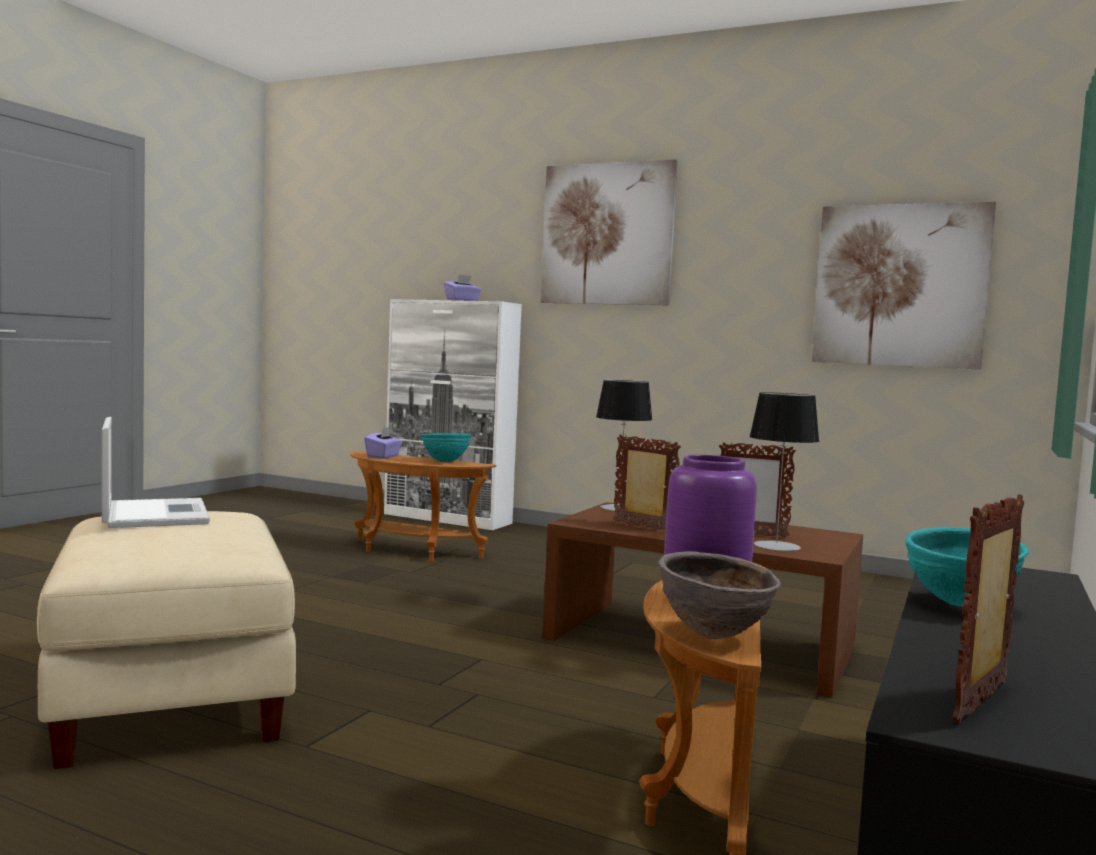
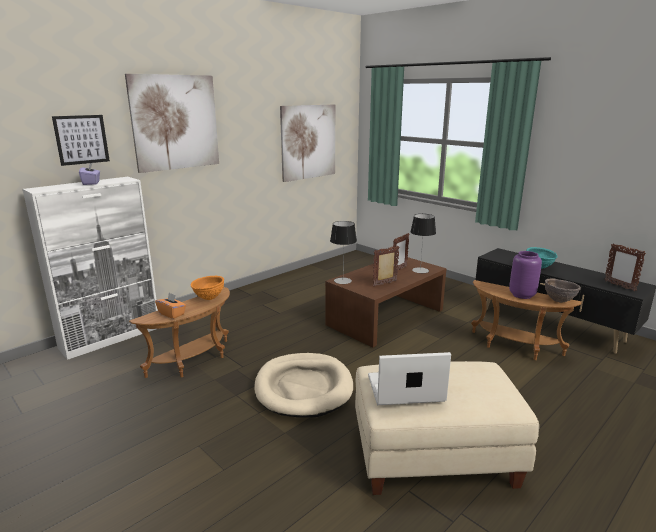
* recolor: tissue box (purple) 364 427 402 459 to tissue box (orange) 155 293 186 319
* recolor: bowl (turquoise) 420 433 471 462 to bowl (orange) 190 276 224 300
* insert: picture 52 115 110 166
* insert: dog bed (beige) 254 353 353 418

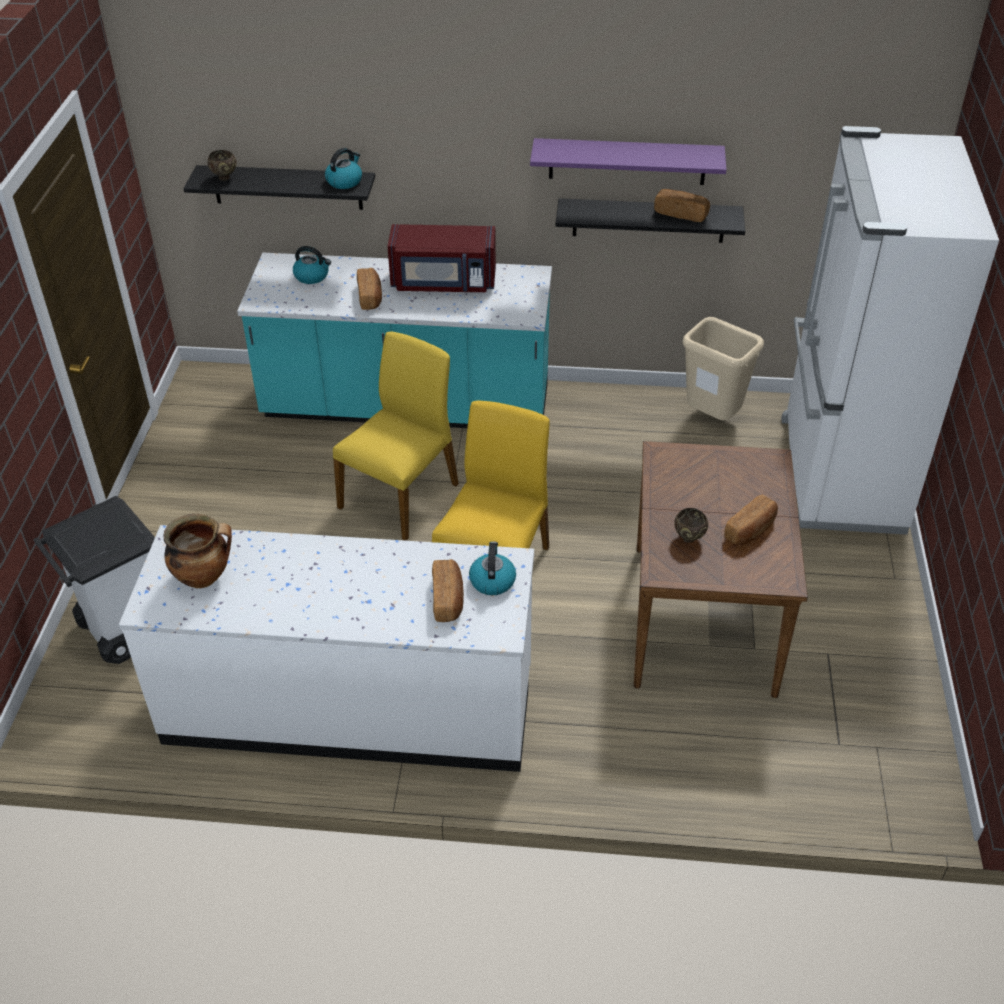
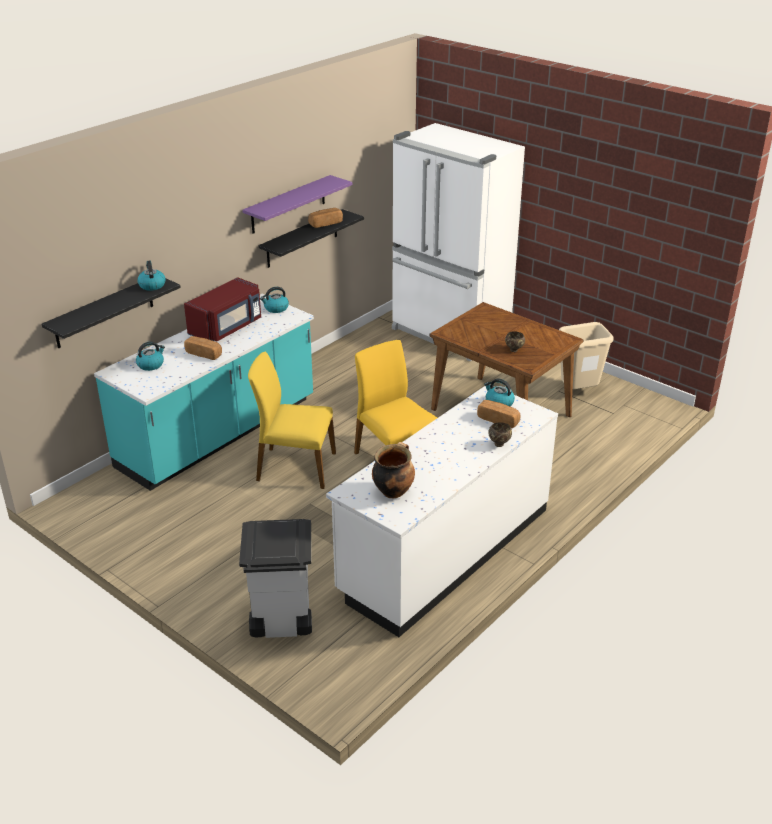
* move: bowl (brown) 207 150 237 181 to 488 422 512 447
* move: trash can (beige) 683 317 764 420 to 559 322 614 389
* rotate: chair (yellow) 333 331 459 541 = 248 352 336 489 60 degrees counterclockwise
* delete: bread 724 495 778 545
* insert: kettle 260 287 289 313

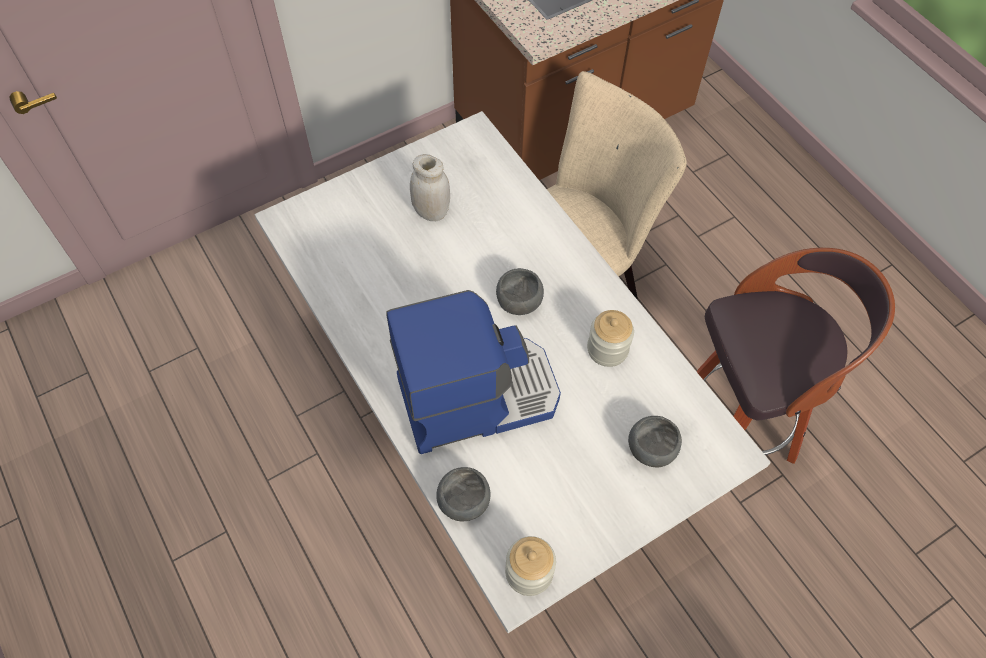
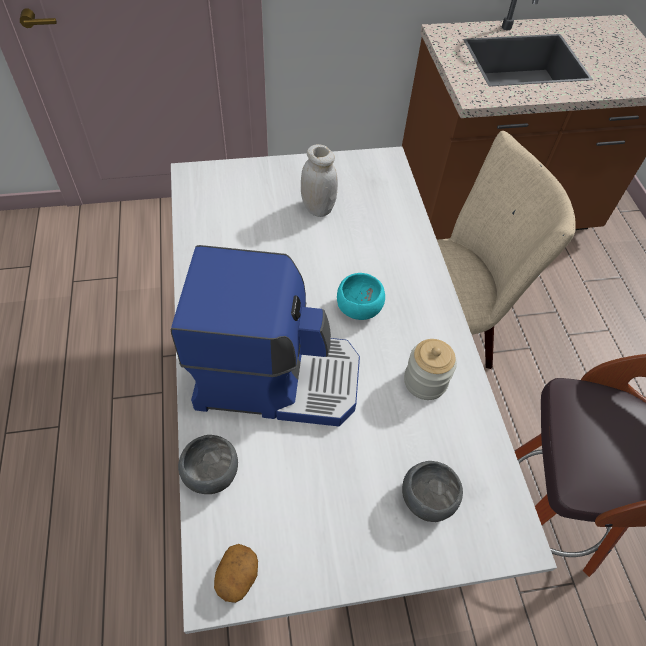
* recolor: bowl (grey) 496 268 544 315 to bowl (turquoise) 337 273 385 320
* replace: jar 505 536 556 596 to potato 214 544 258 603

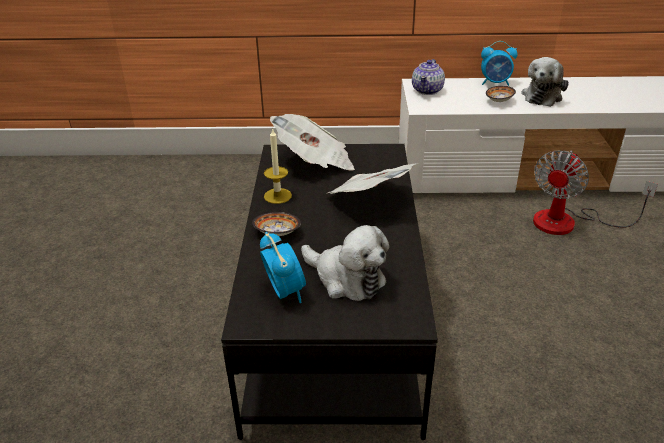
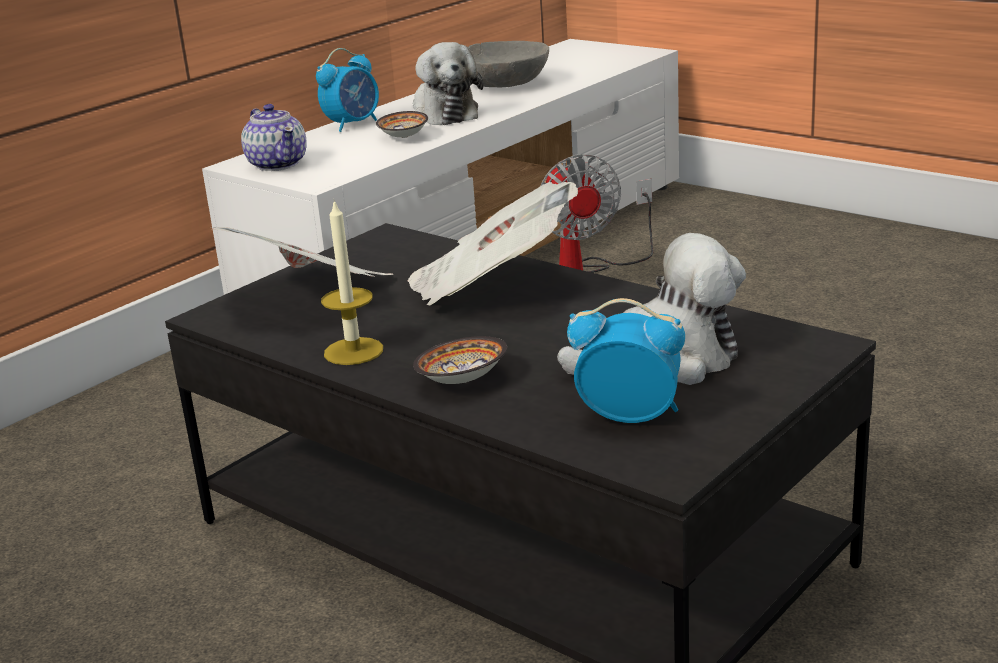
* insert: bowl (grey) 467 41 549 87

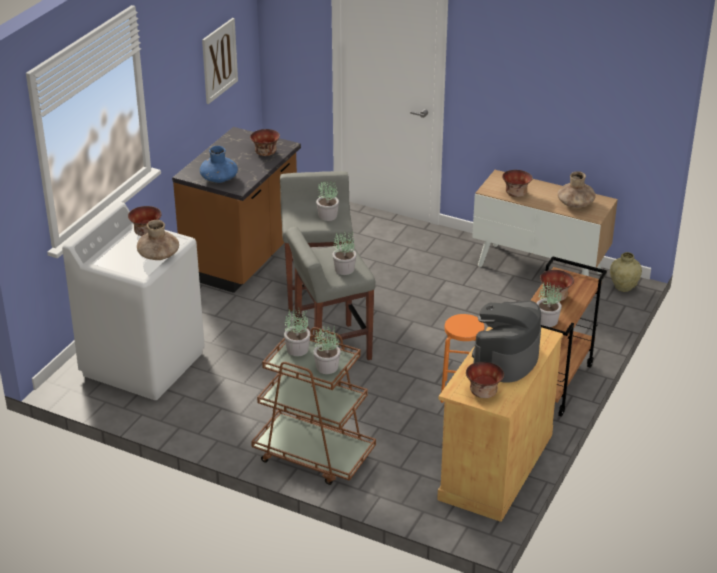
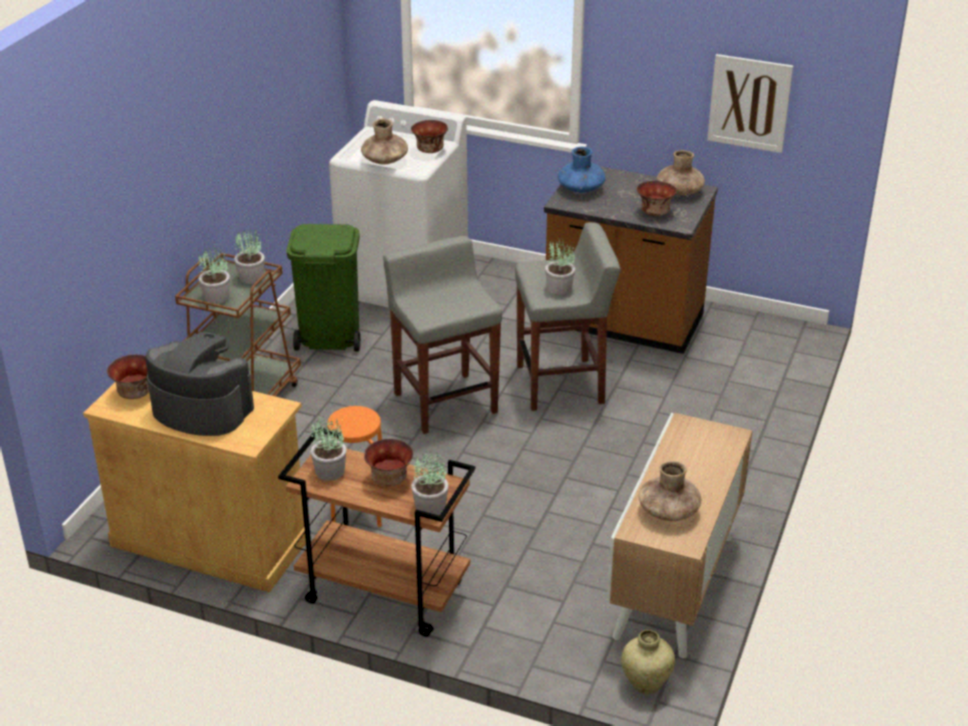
* delete: bowl 502 170 533 197
* move: potted plant 332 230 357 275 to 411 451 449 515
* insert: vase (brown) 657 150 705 195
* insert: trash can (green) 287 224 360 352

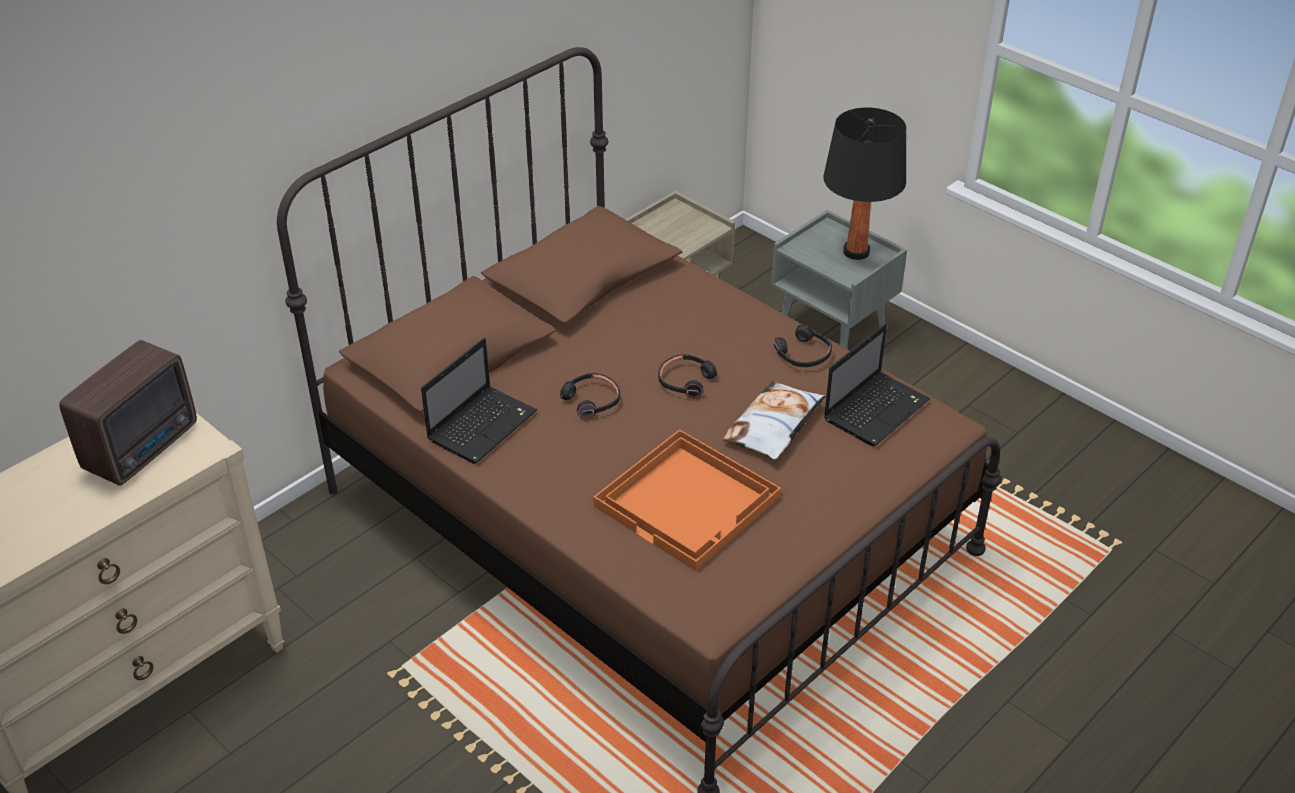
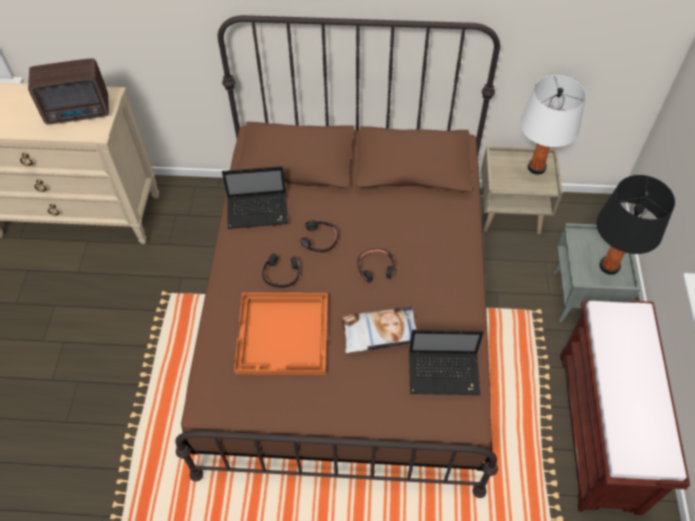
* move: headphones (black) 774 324 832 367 to 262 253 300 288
* insert: table lamp (white) 520 75 586 175
* insert: bench (brown) 560 301 690 515

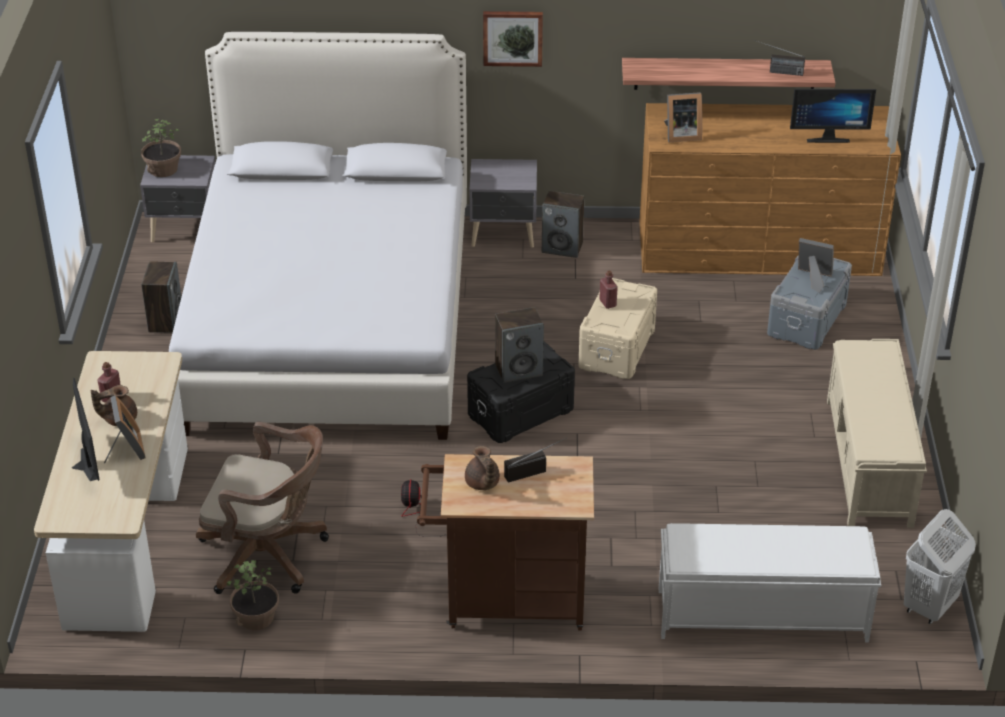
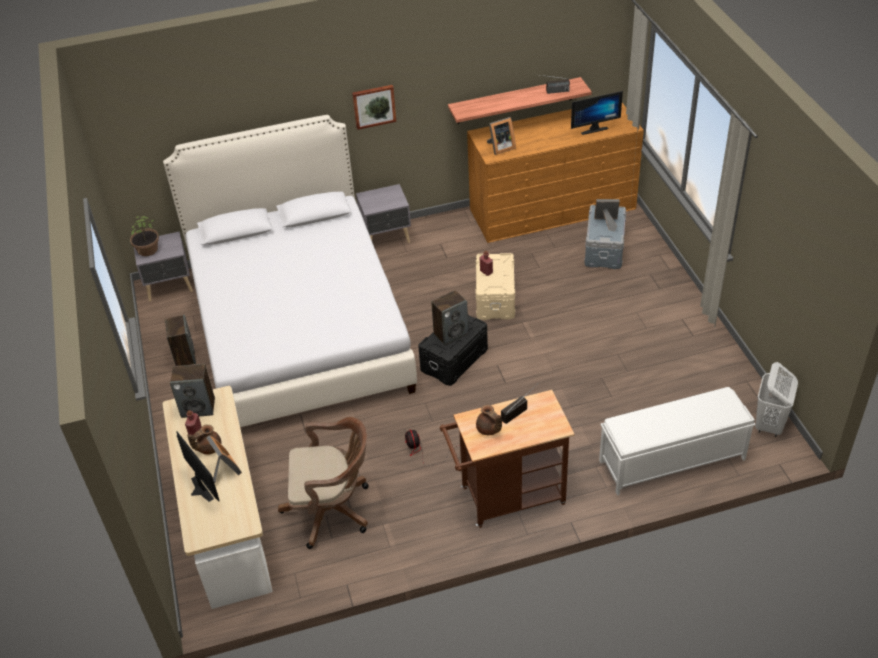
* move: speaker 542 191 584 258 to 170 364 215 418
* delete: bench (beige) 827 339 927 528
* delete: potted plant 227 560 279 630

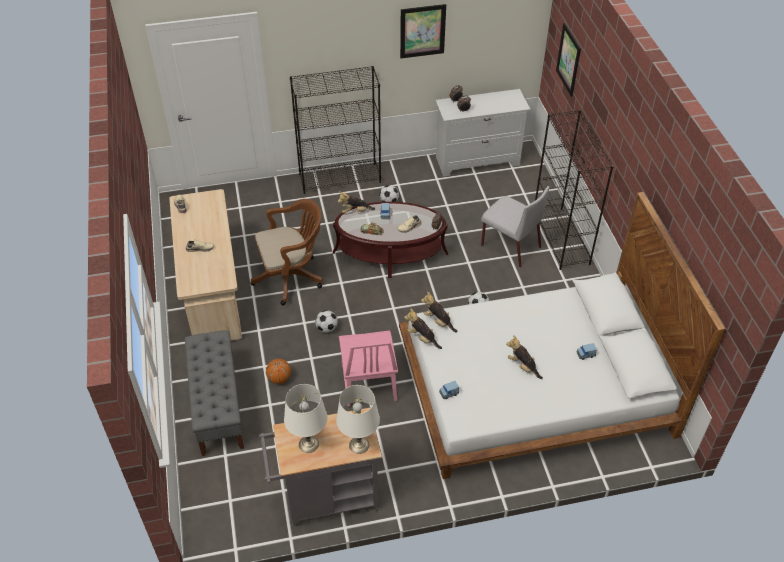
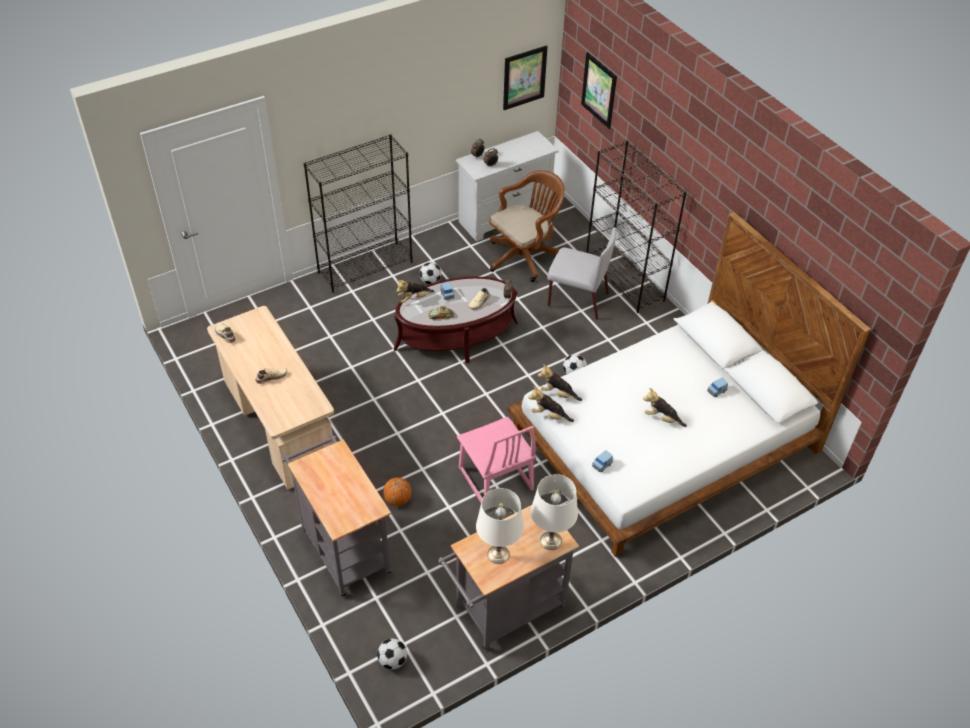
* move: picture 400 4 446 58 to 503 45 548 110
* move: office chair (brown) 250 199 323 305 to 489 170 565 282
* move: football 315 310 338 333 to 377 639 407 670
* replace: bench (grey) 185 330 244 456 to cart (grey) 282 435 393 597

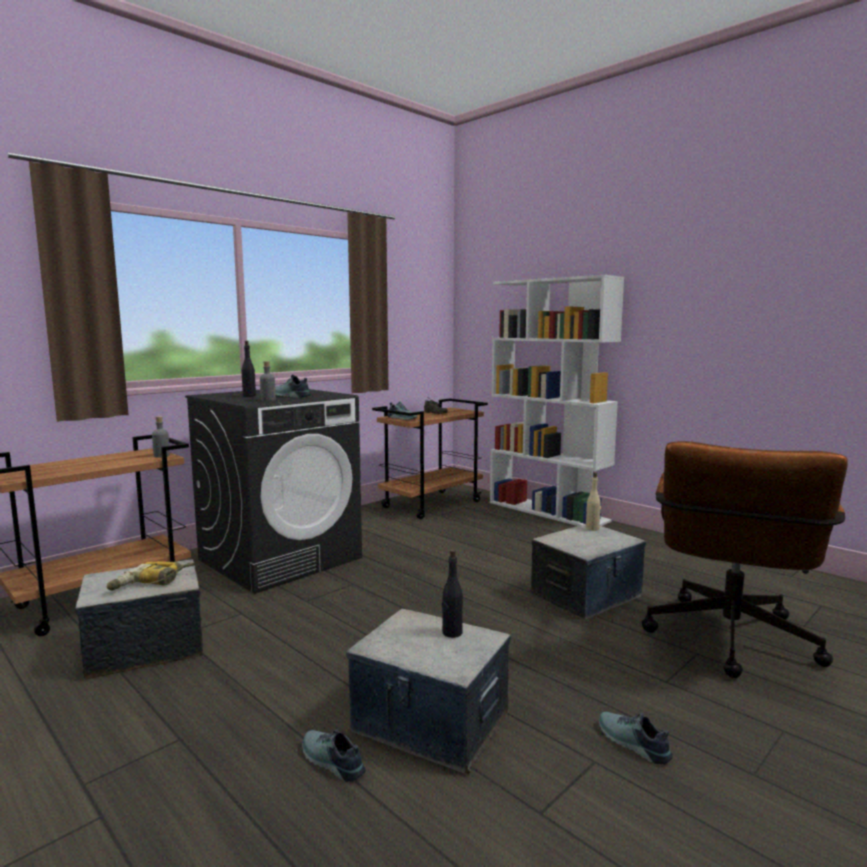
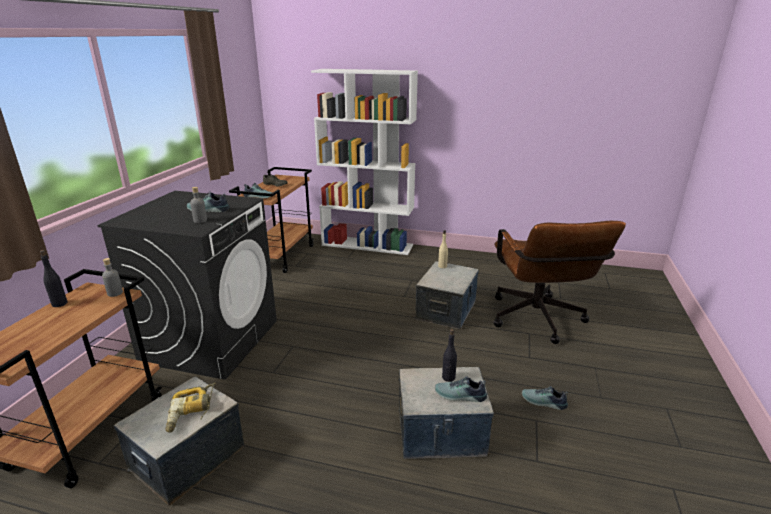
* move: bottle (black) 242 341 256 397 to 40 250 67 307
* move: shoe 302 729 366 782 to 435 376 487 402

